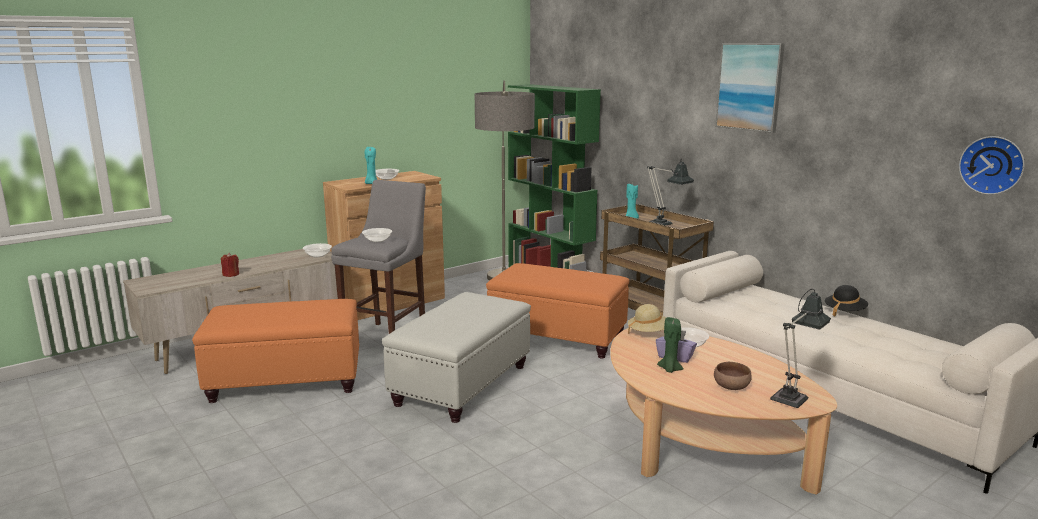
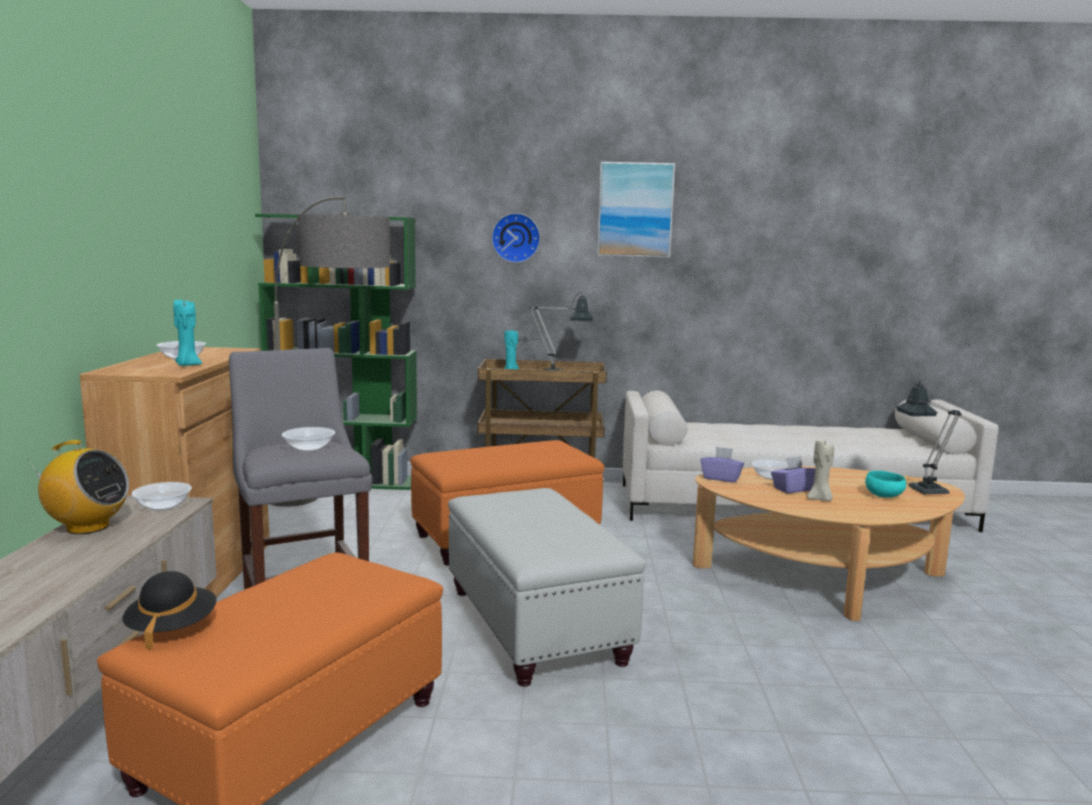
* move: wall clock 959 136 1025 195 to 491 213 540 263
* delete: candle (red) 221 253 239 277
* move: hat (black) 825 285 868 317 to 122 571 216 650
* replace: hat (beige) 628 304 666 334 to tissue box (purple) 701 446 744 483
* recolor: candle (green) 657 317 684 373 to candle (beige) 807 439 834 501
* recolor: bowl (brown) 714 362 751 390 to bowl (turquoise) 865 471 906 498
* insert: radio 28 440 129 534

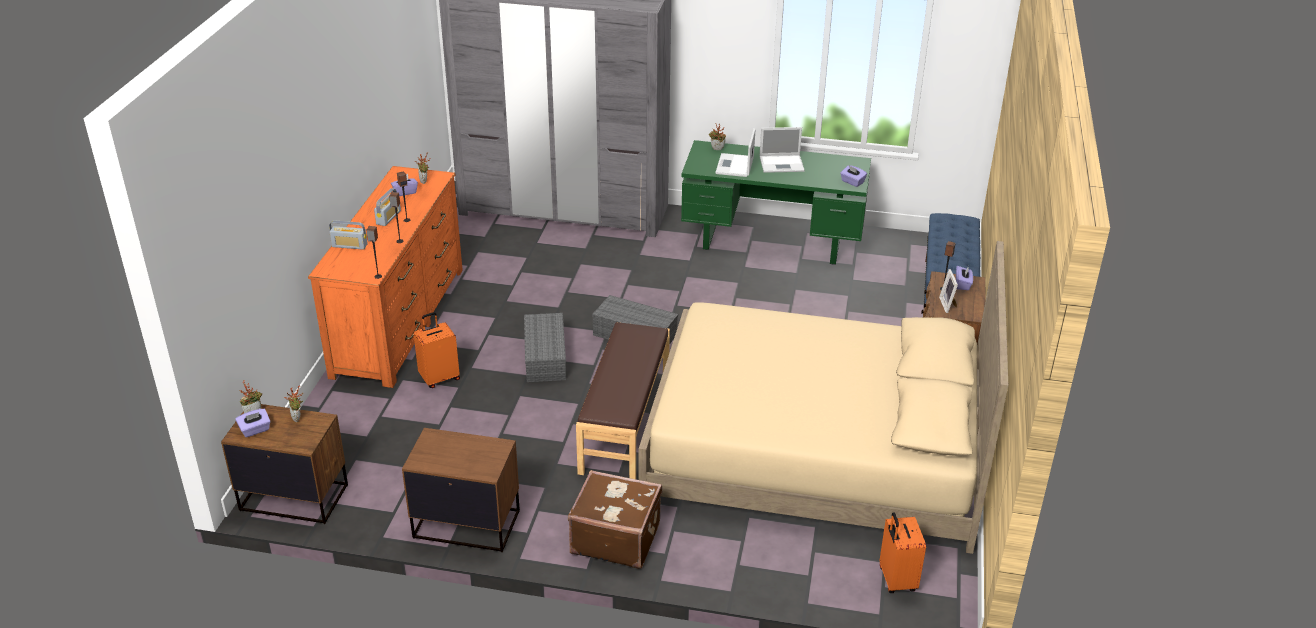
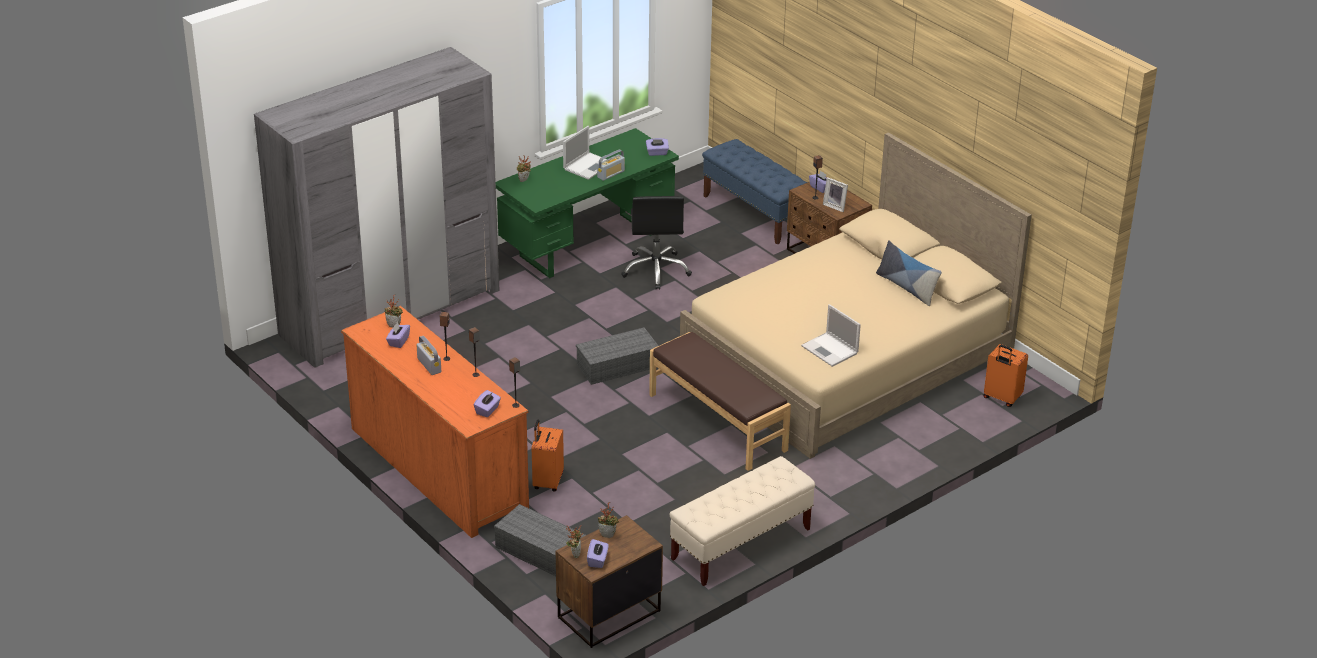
* move: laptop 715 128 755 177 to 801 304 861 367
* move: radio 329 221 368 250 to 597 150 625 181
* move: storage box (grey) 524 313 566 382 to 494 504 586 576
* replace: nightstand (brown) 402 428 520 552 to bench (beige) 670 456 815 586
* delete: suitcase (brown) 568 470 662 569
* insert: office chair (black) 621 196 692 290
* insert: pillow 876 240 942 306
* insert: tissue box (purple) 474 390 501 417

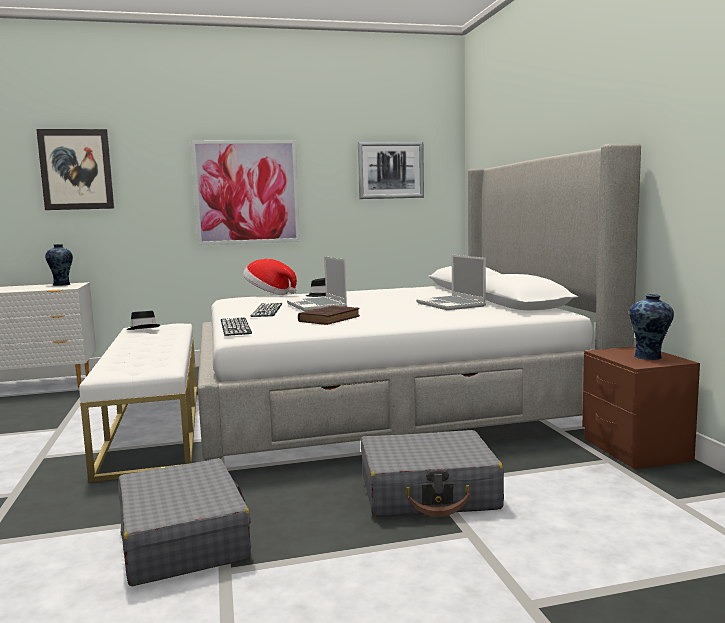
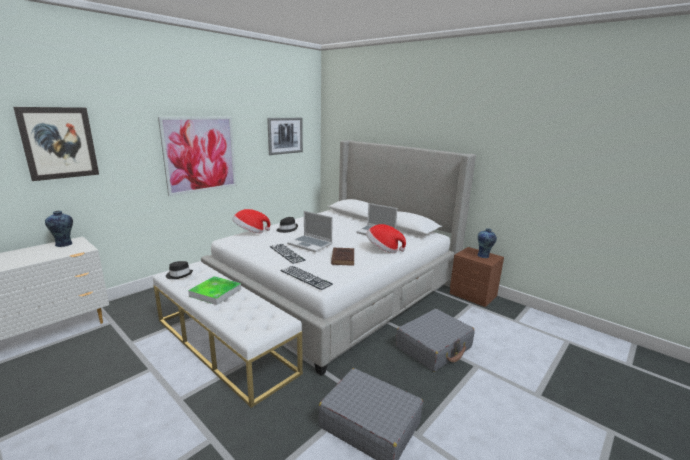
* insert: hat 366 224 406 253
* insert: tray 188 276 241 305

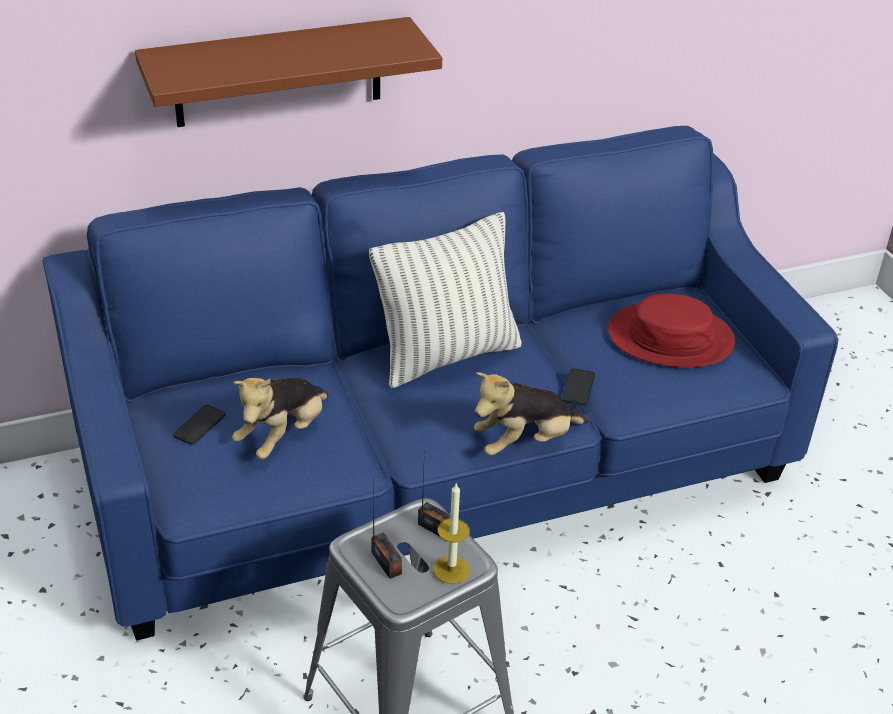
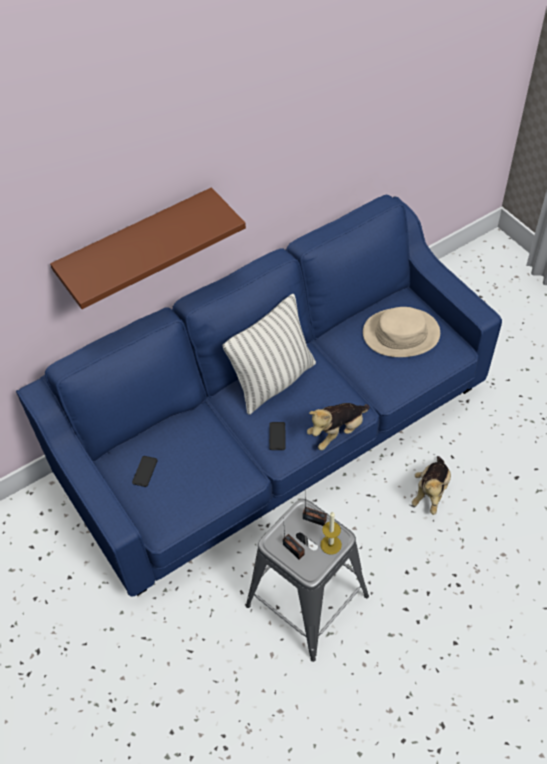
* recolor: hat (red) 608 293 735 367 to hat (beige) 363 307 440 357
* move: phone 562 368 595 405 to 269 422 286 450
* move: plush toy 232 377 328 459 to 412 456 451 515

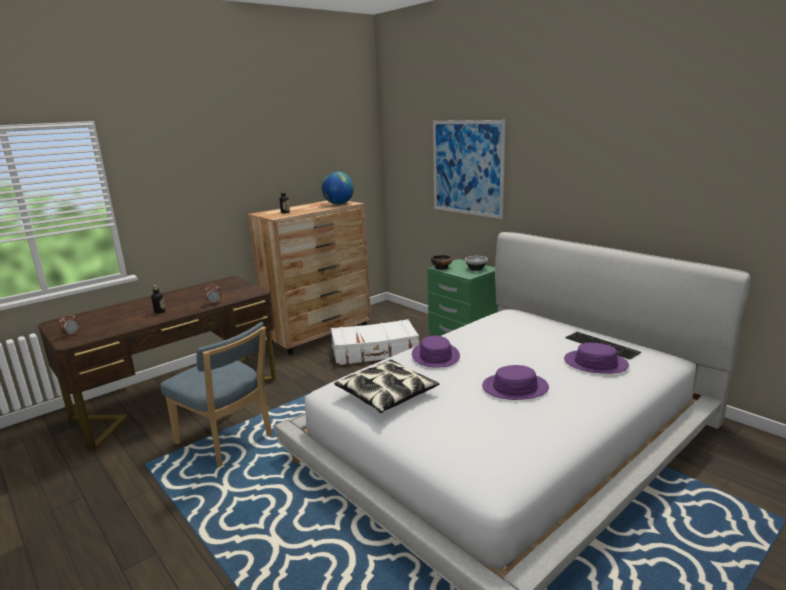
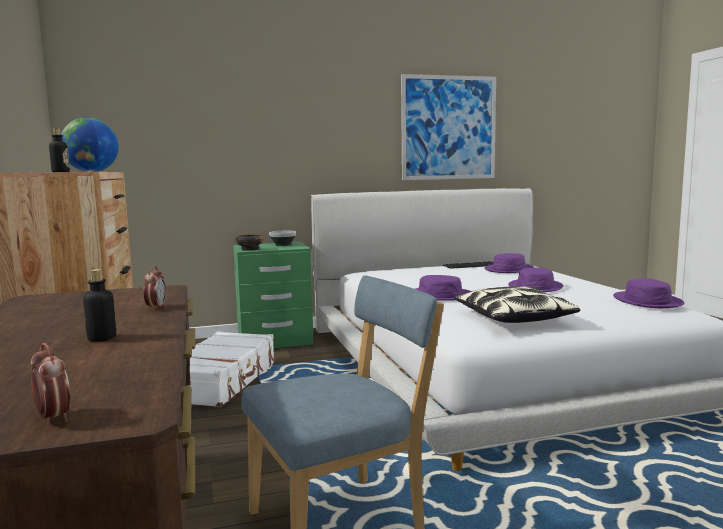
* move: picture 433 120 506 219 to 401 74 496 180
* insert: hat (purple) 613 278 684 308

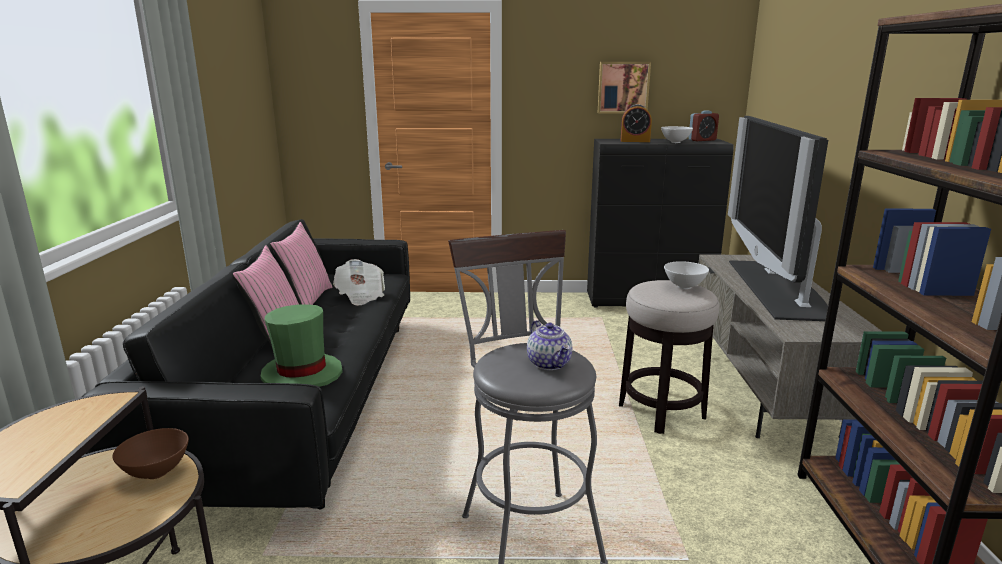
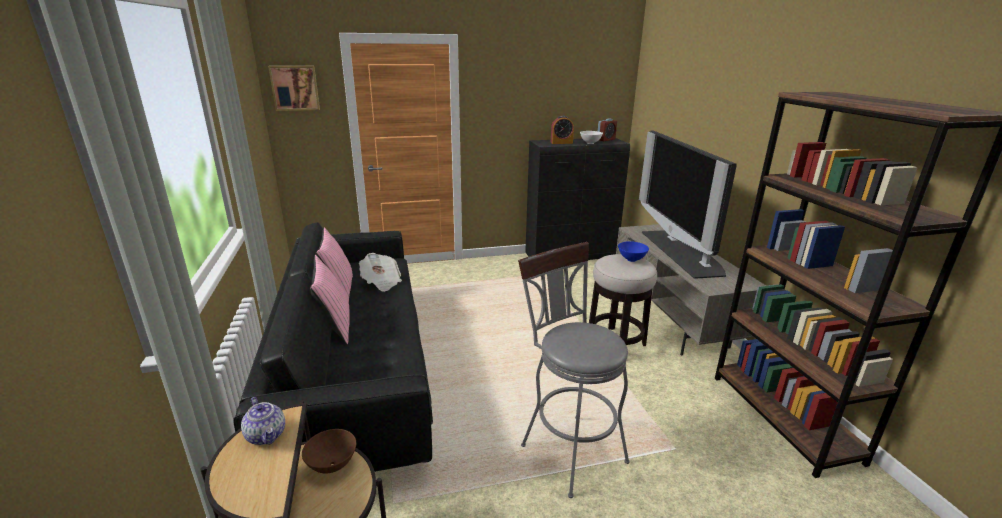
* move: picture 598 62 651 114 to 268 66 320 111
* recolor: bowl (white) 664 261 709 289 to bowl (blue) 618 241 649 262
* delete: hat (green) 261 304 343 387
* move: teapot 527 320 572 370 to 241 397 285 445

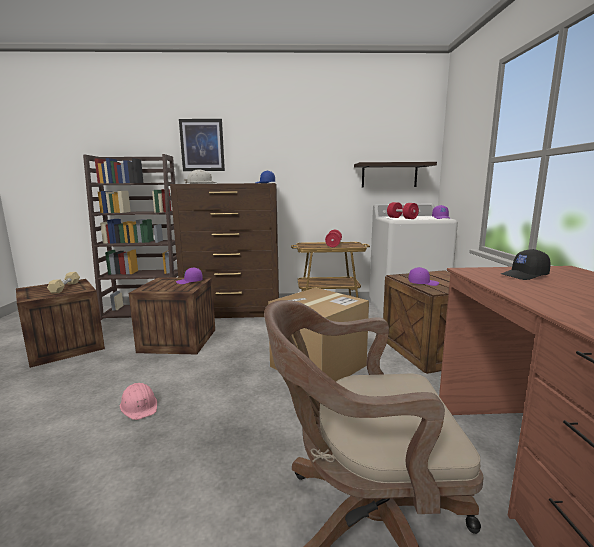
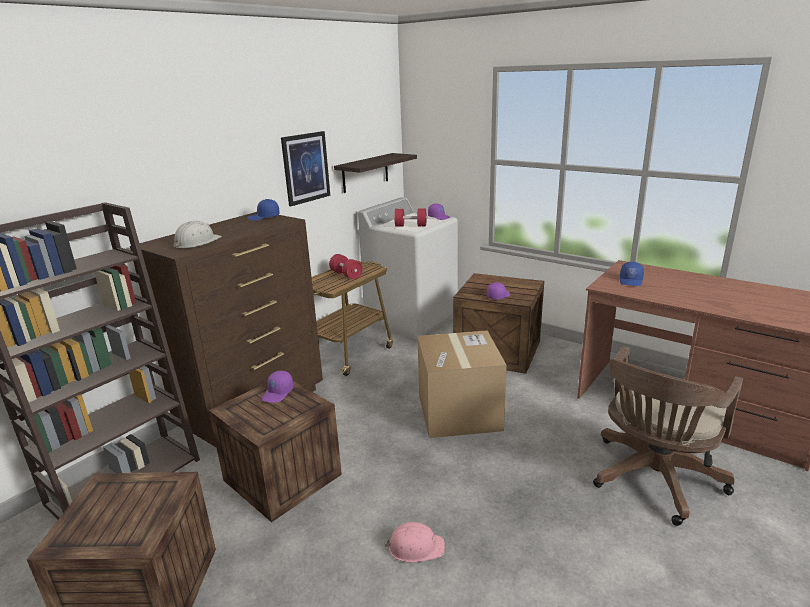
* move: picture 179 119 225 171 to 281 131 330 206
* recolor: cap (black) 501 249 551 280 to cap (blue) 620 262 644 286
* delete: dumbbell (beige) 47 272 80 293

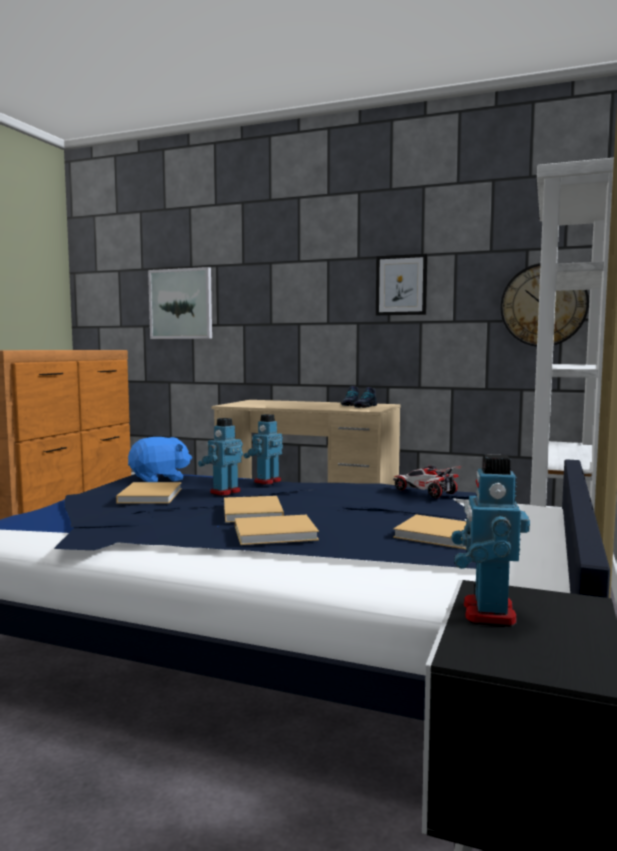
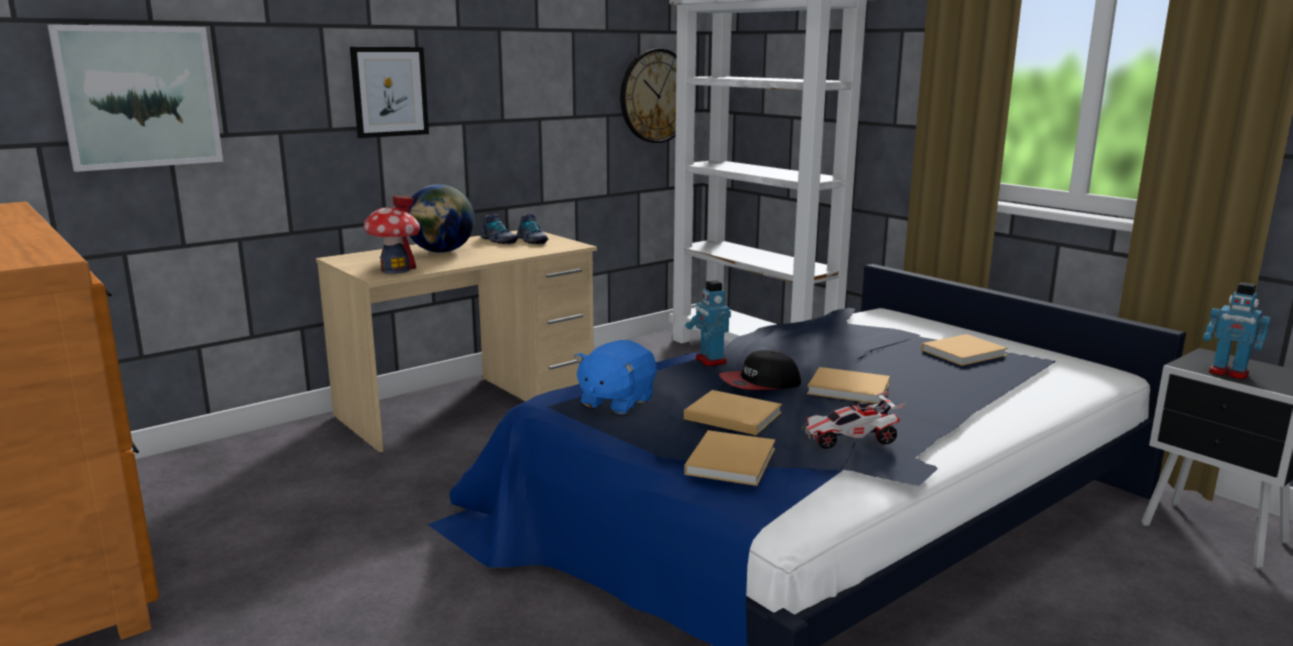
* move: picture 376 254 428 316 to 350 47 429 138
* replace: toy robot 198 418 243 496 to cap 719 350 801 390
* rotate: plush toy (blue) 128 437 192 482 = 574 340 657 415 150 degrees counterclockwise
* move: toy car 393 465 462 498 to 802 391 906 449
* move: book (beige) 235 515 319 545 to 684 430 775 486
* insert: globe 409 184 475 253
* insert: toy house 364 196 420 274

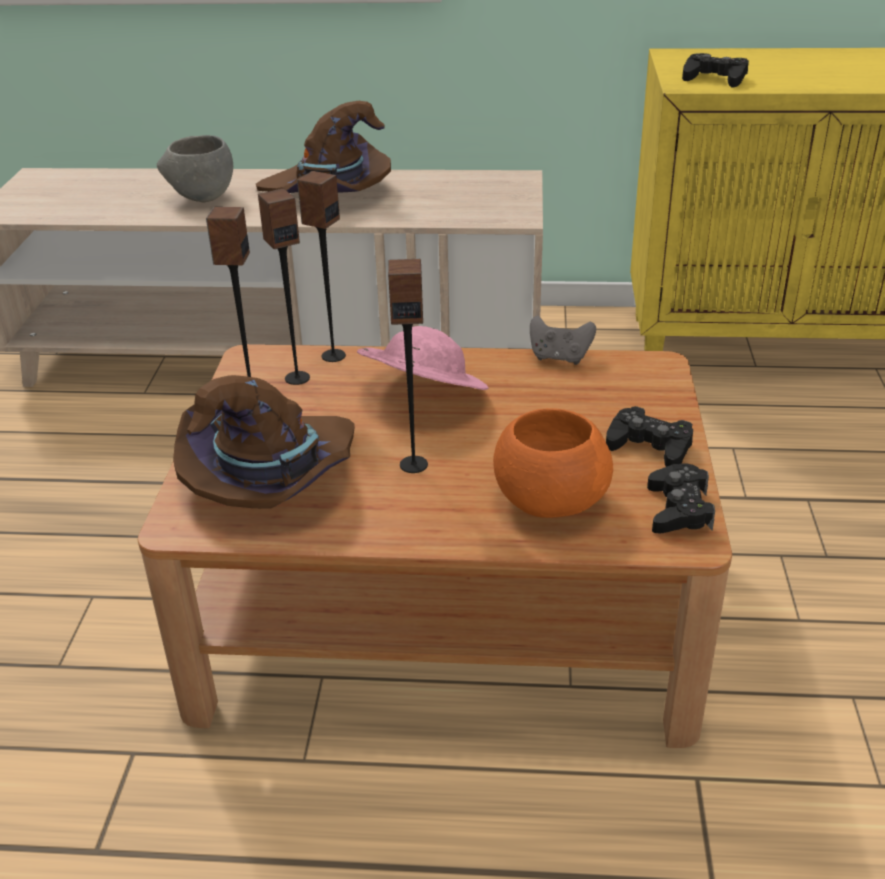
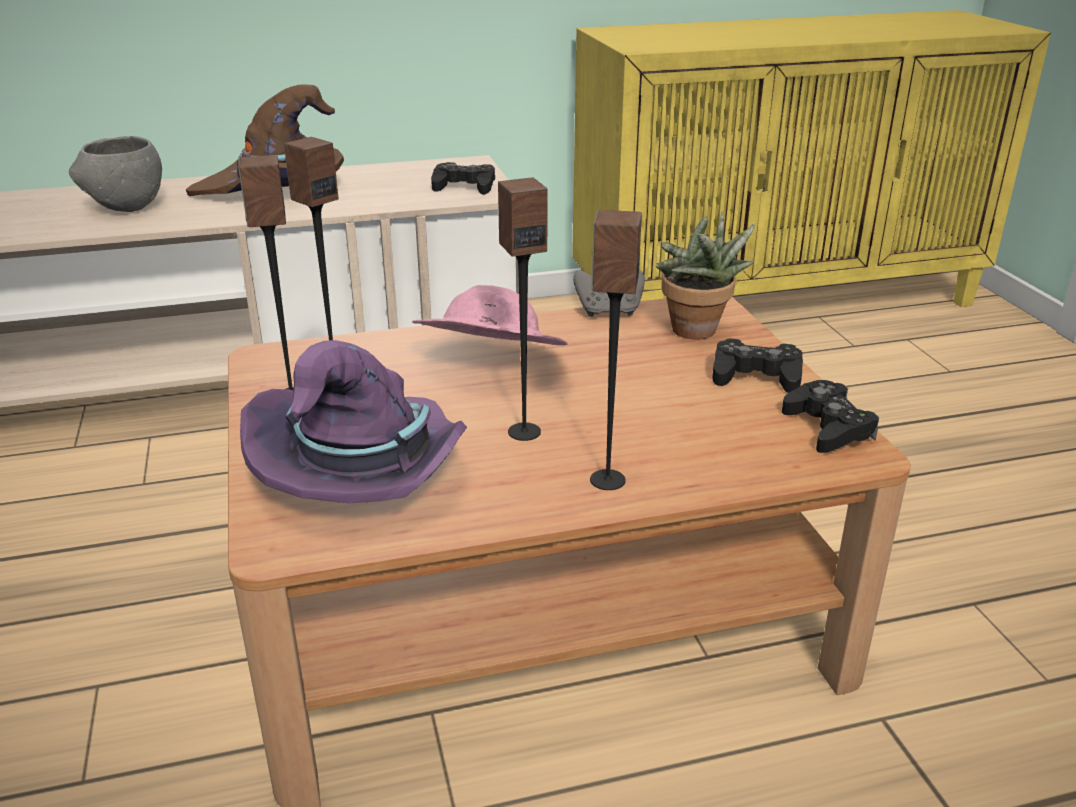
* move: game controller (black) 682 53 749 88 to 431 162 495 195
* move: speaker 297 171 346 362 to 590 210 642 490
* recolor: hat (brown) 173 375 355 509 to hat (purple) 240 340 467 503
* delete: bowl (orange) 493 408 613 518
* insert: potted plant 656 211 755 340

